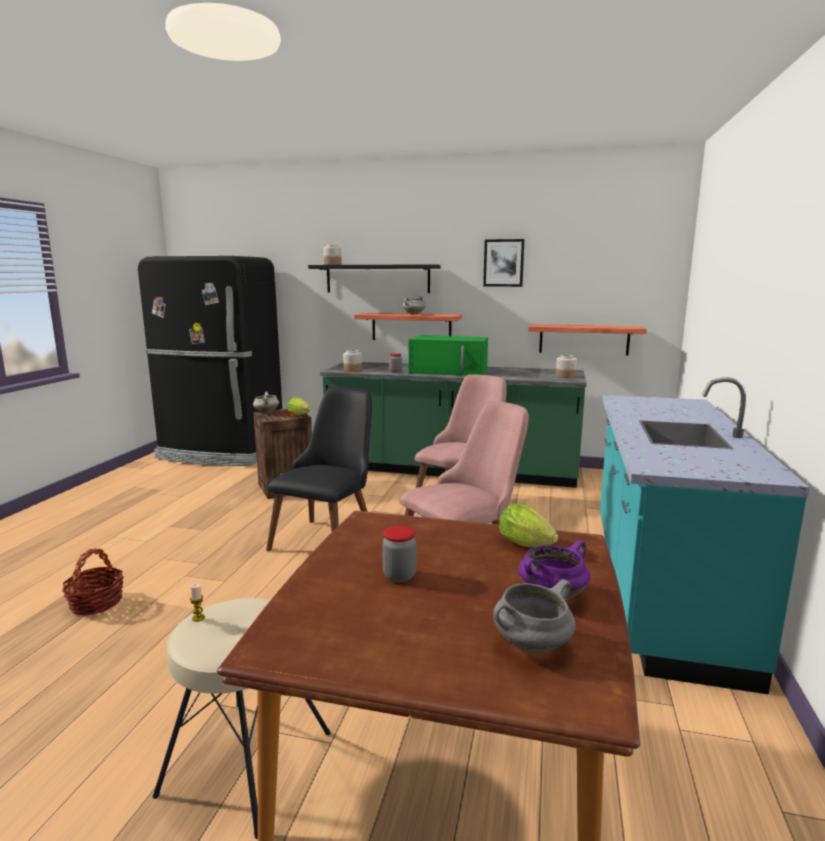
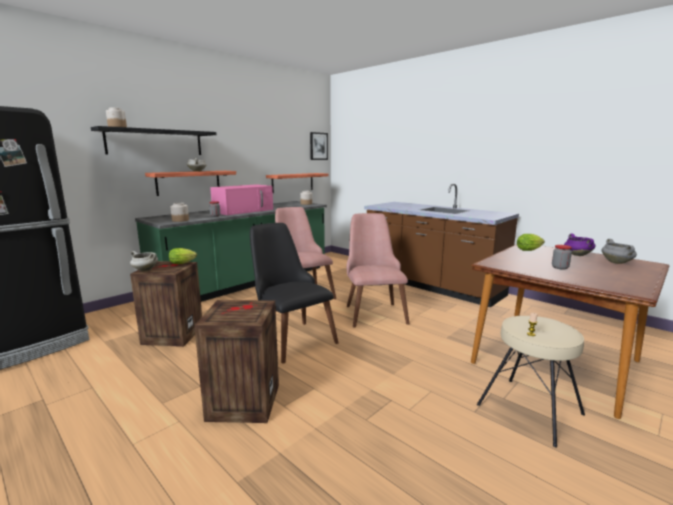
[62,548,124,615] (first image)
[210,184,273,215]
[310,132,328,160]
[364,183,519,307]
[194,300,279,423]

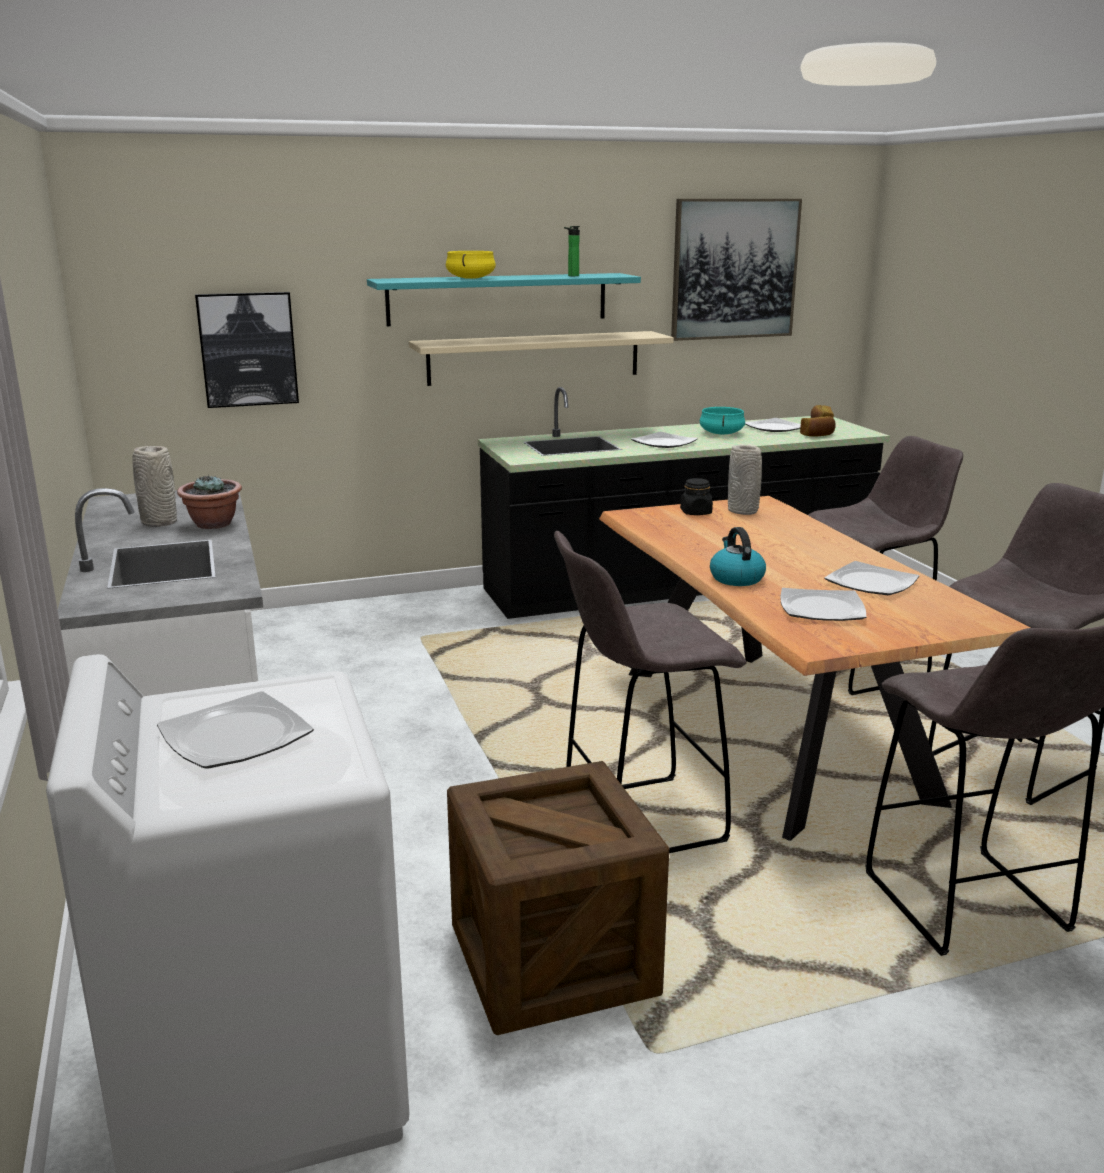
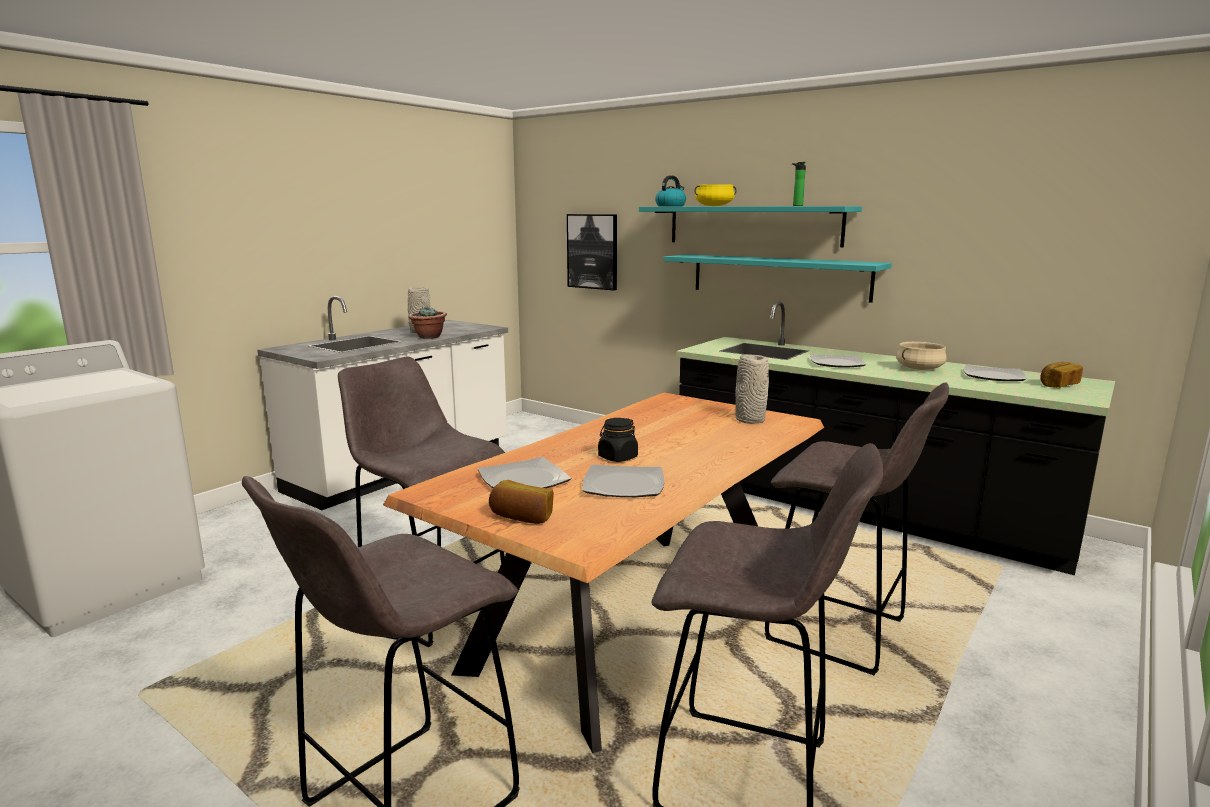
[157,691,314,768] (first image)
[663,254,892,303]
[447,761,669,1035] (first image)
[671,199,802,341] (first image)
[598,418,638,462]
[896,342,947,370]
[655,175,686,206]
[489,480,554,524]

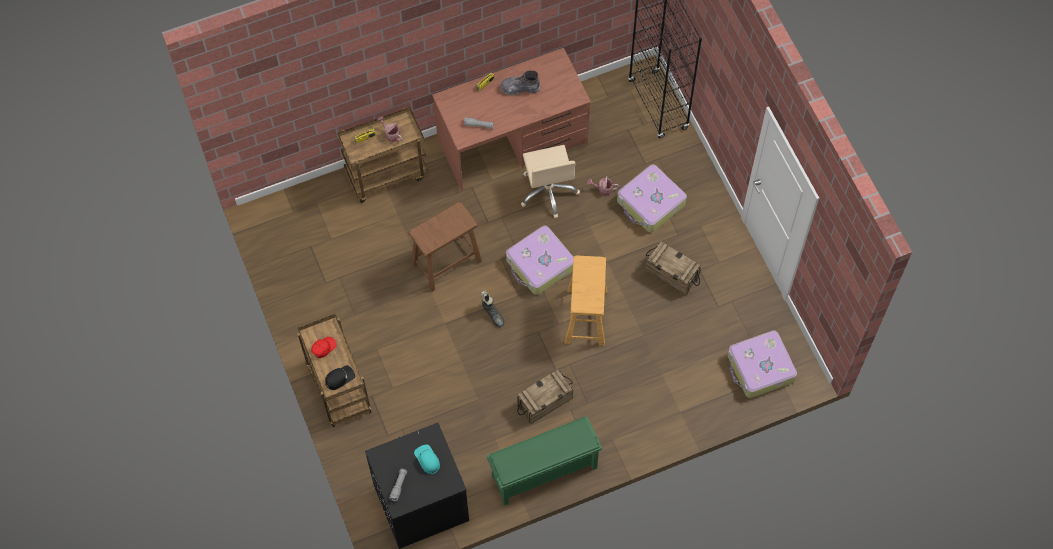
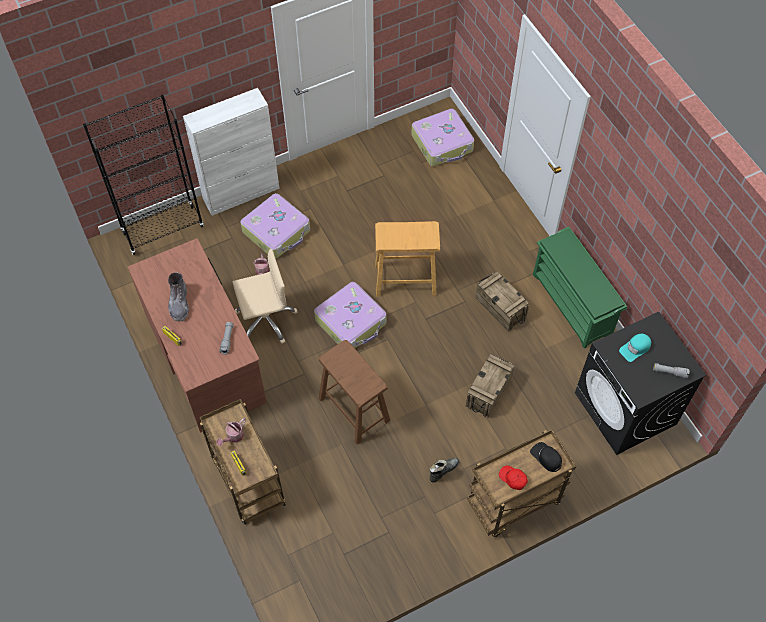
[429,458,459,482]
[466,354,515,418]
[183,88,280,216]

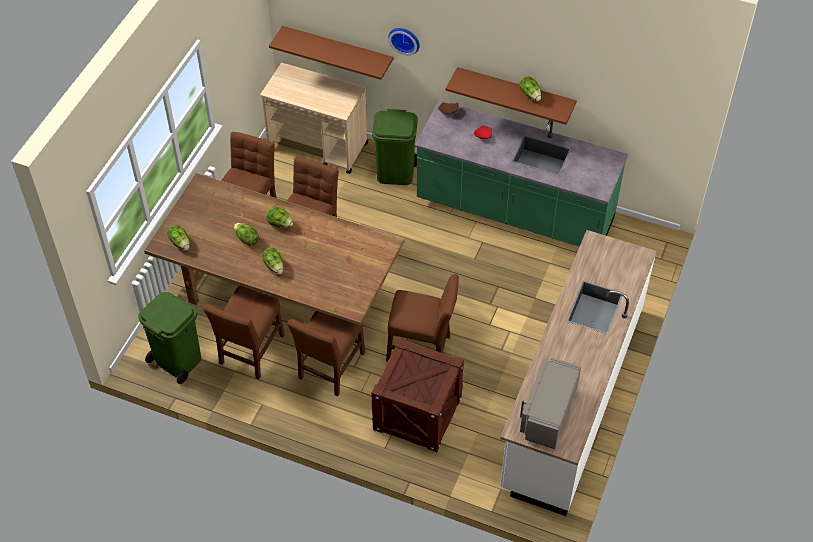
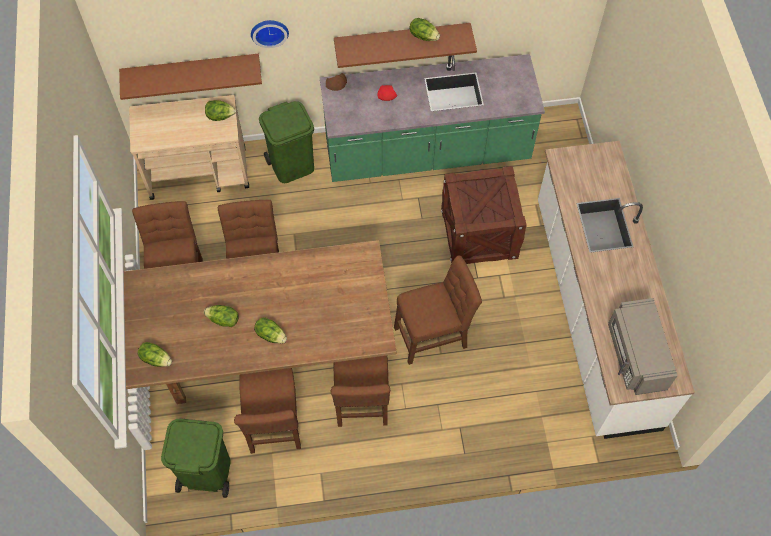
[205,100,236,121]
[441,166,527,264]

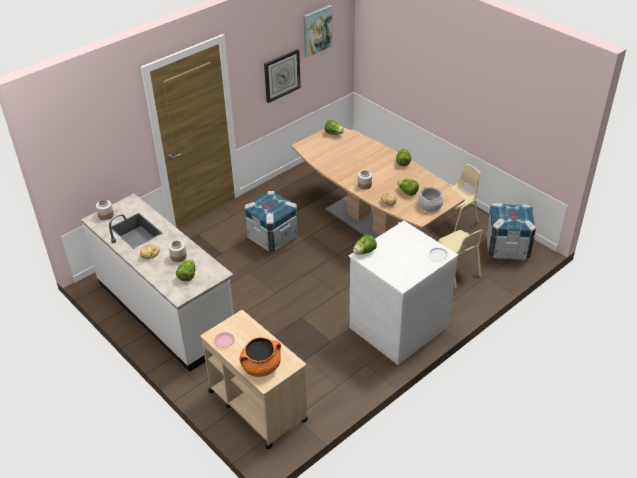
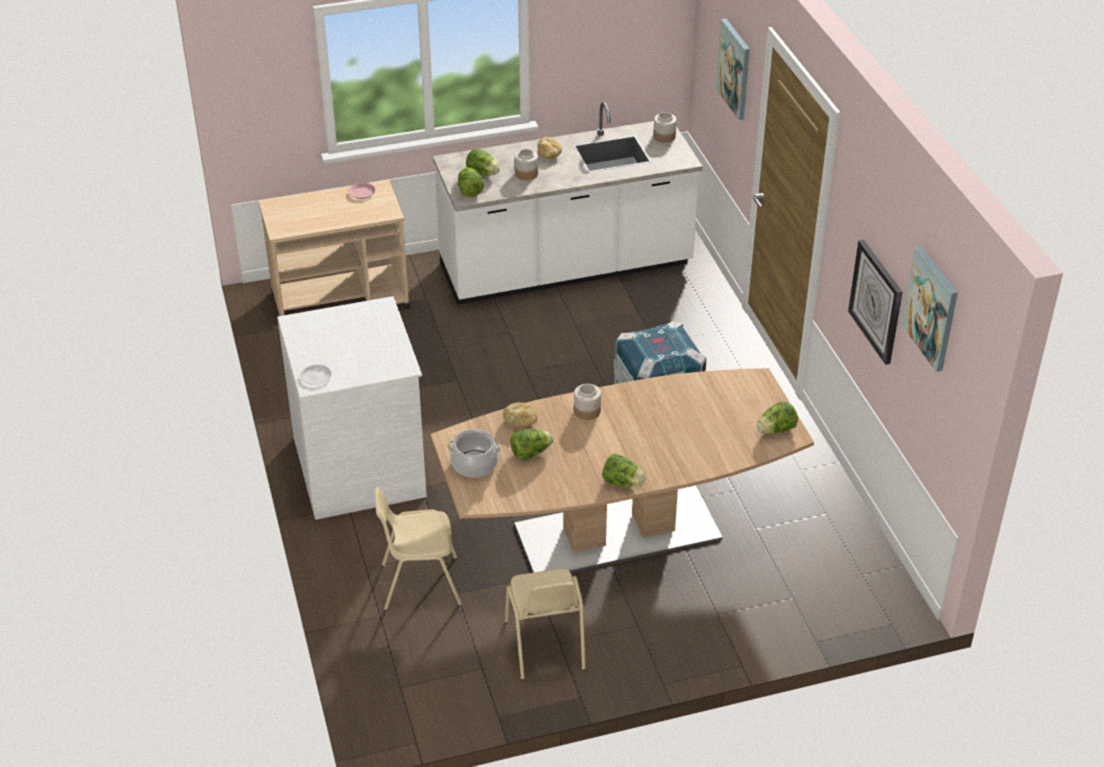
[239,337,281,377] (first image)
[458,167,484,197]
[486,203,536,260] (first image)
[716,18,750,120]

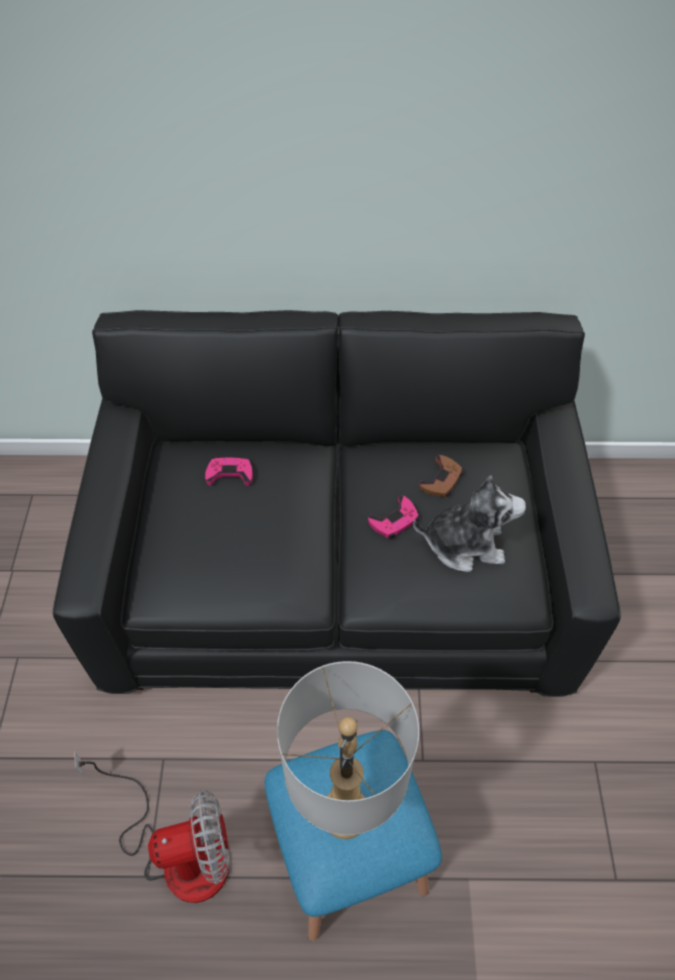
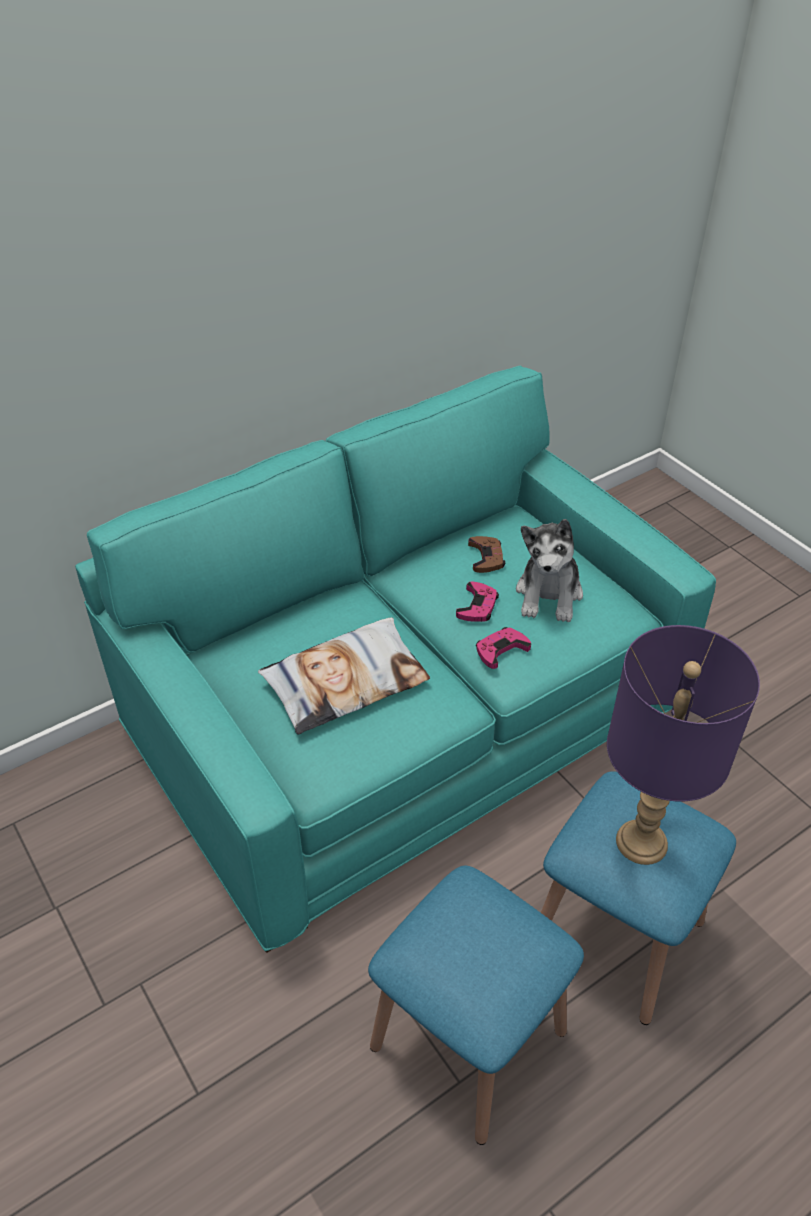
[75,366,716,953]
[368,866,584,1145]
[476,627,531,669]
[607,625,760,865]
[516,519,583,622]
[258,617,430,735]

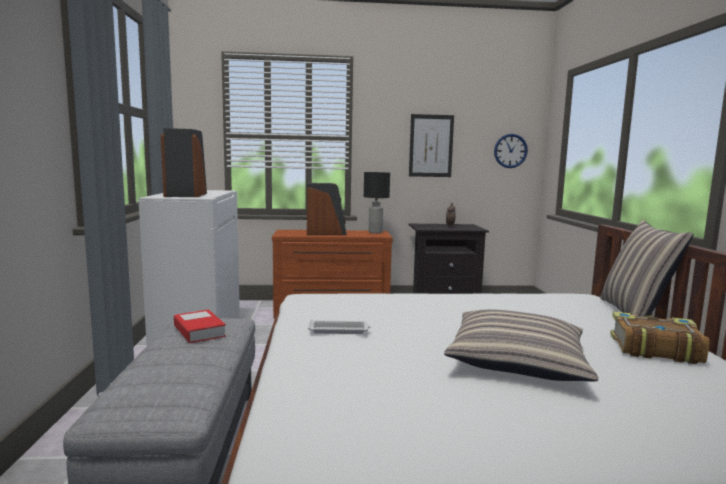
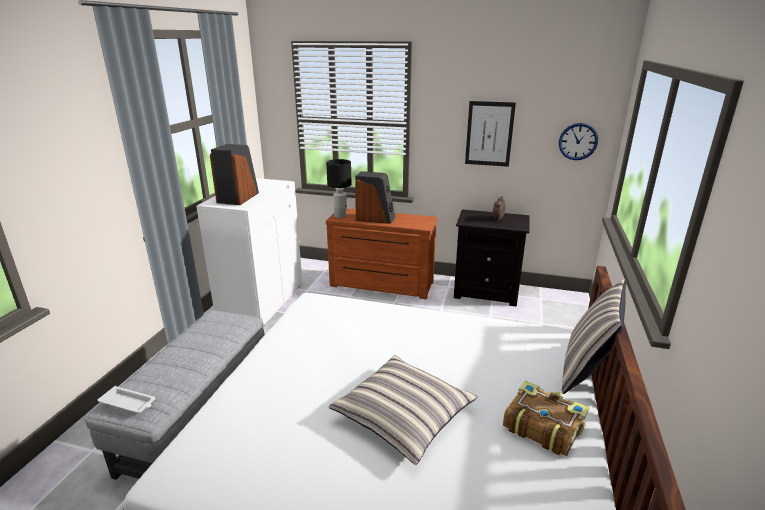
[174,309,226,343] (first image)
[98,386,156,413]
[326,159,352,218]

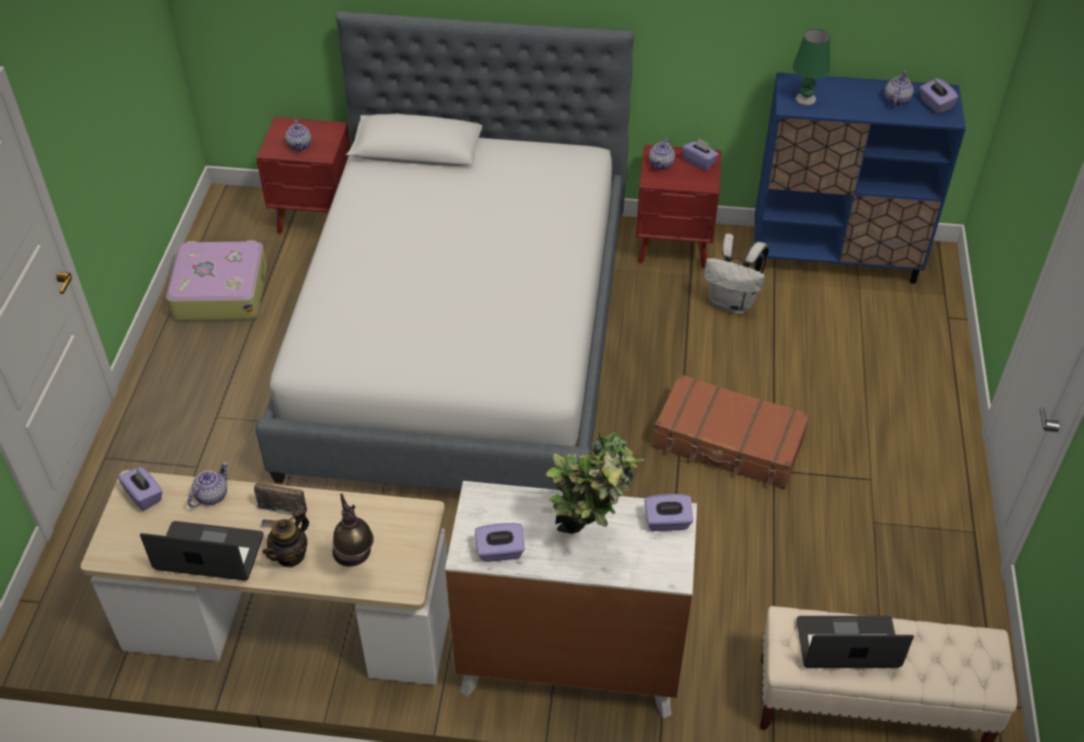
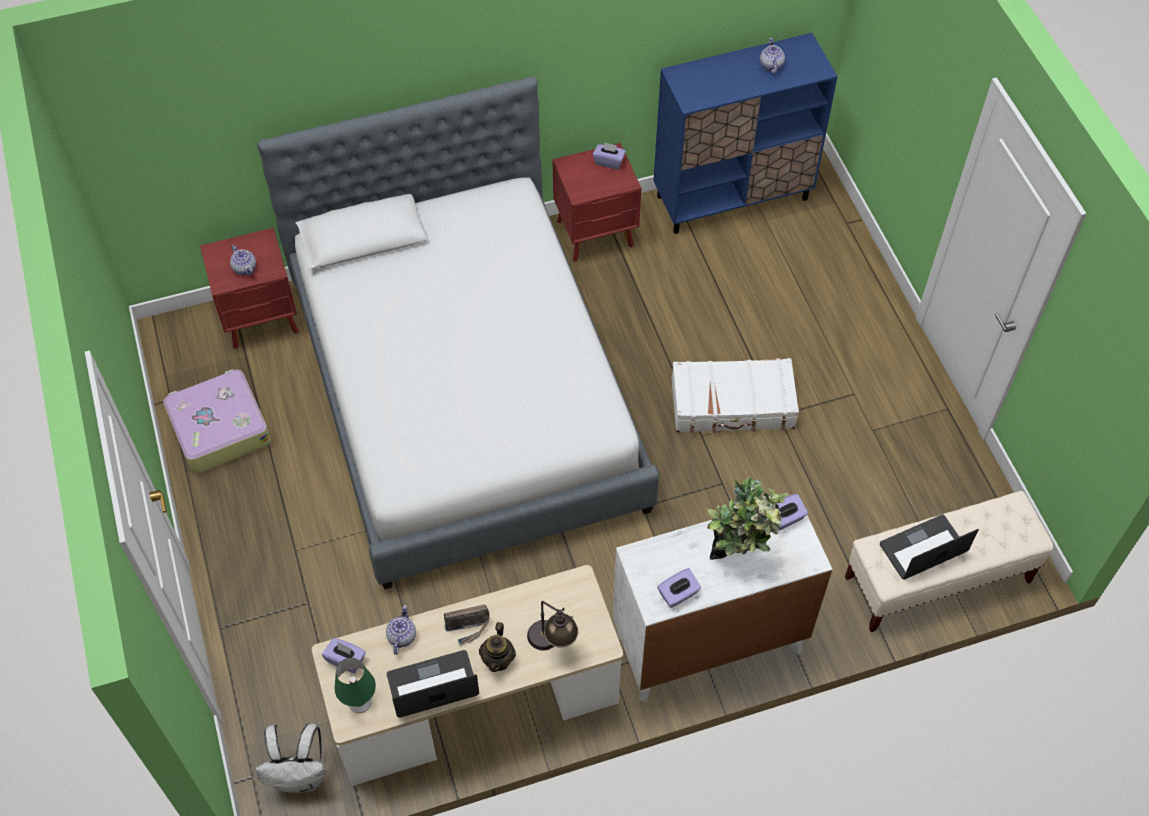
[649,138,675,170] (first image)
[671,358,799,434]
[256,724,326,793]
[335,658,376,713]
[920,78,959,114] (first image)

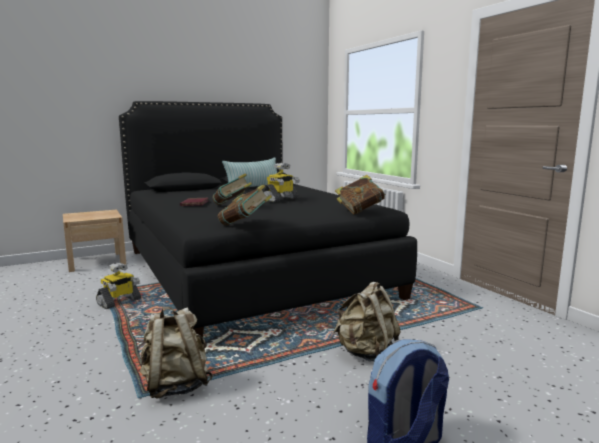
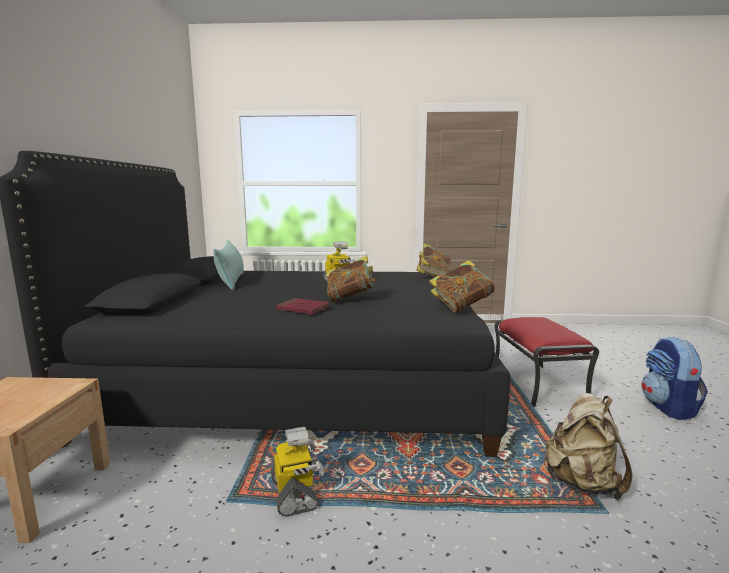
[495,317,599,407]

